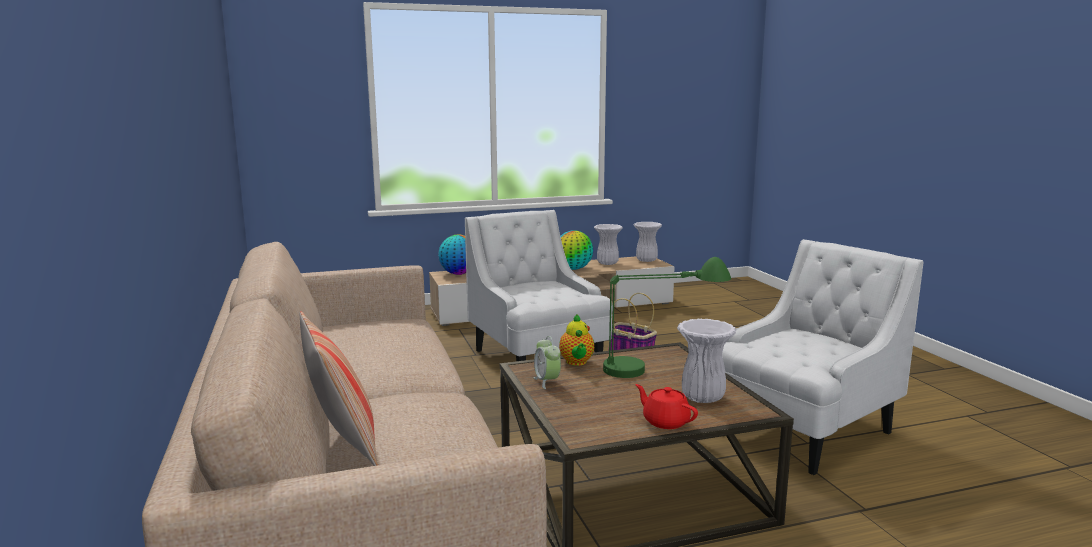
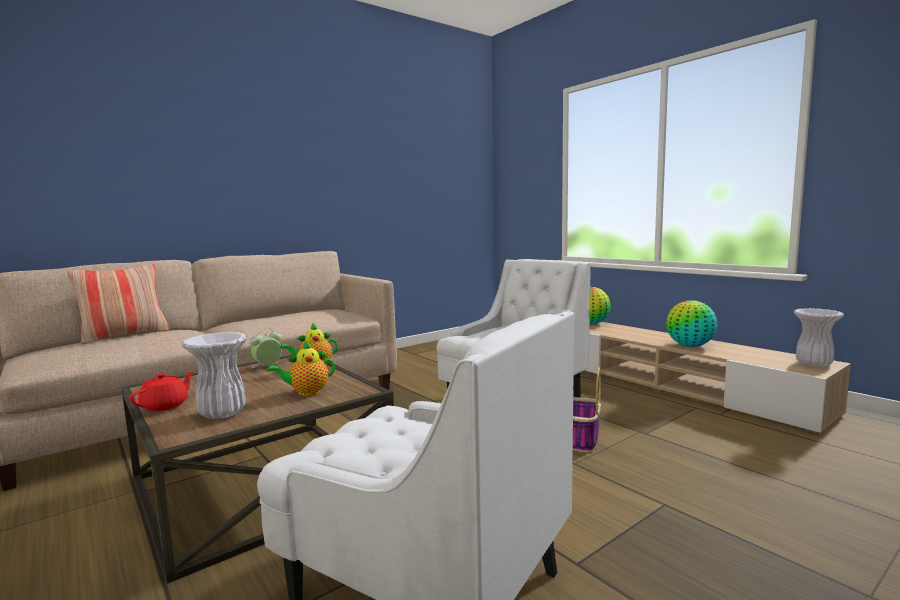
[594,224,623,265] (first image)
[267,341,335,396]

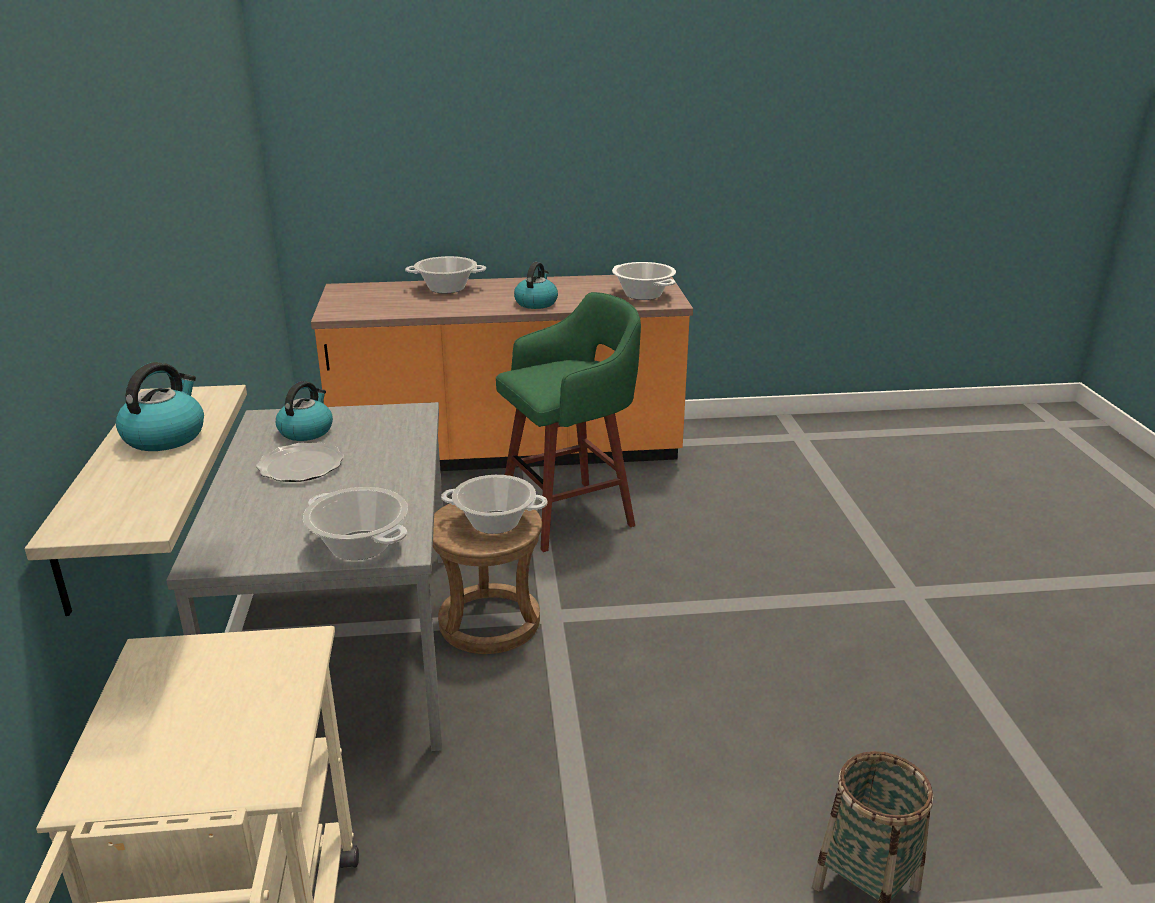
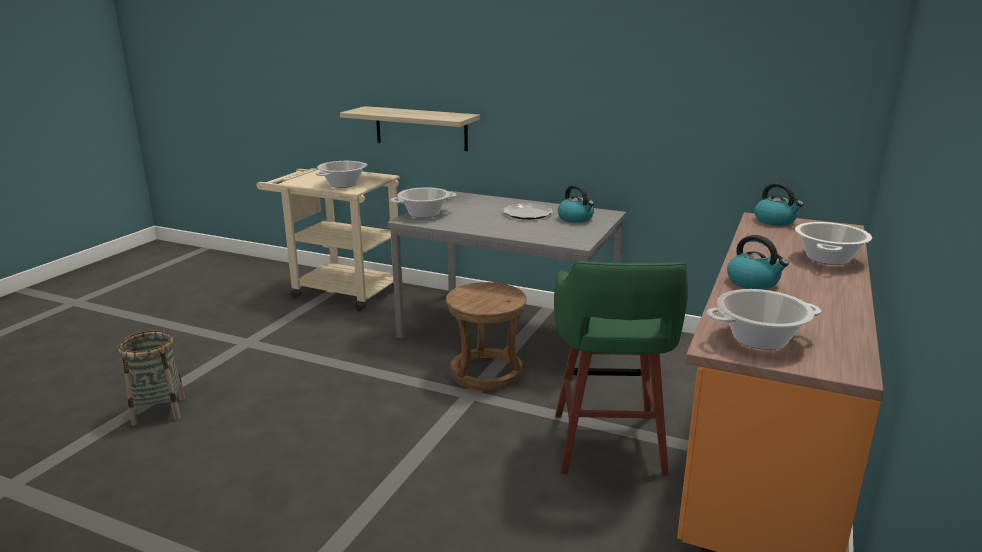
[754,183,803,226]
[315,161,368,188]

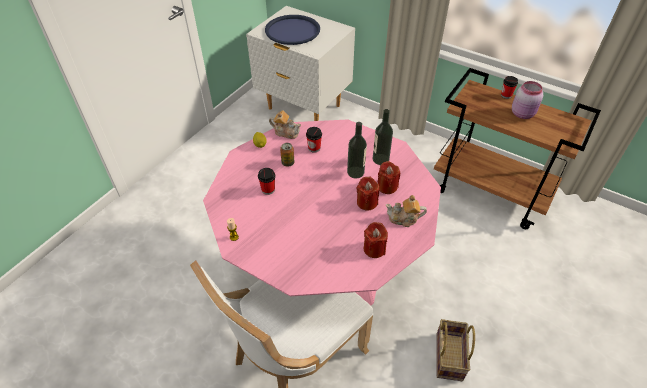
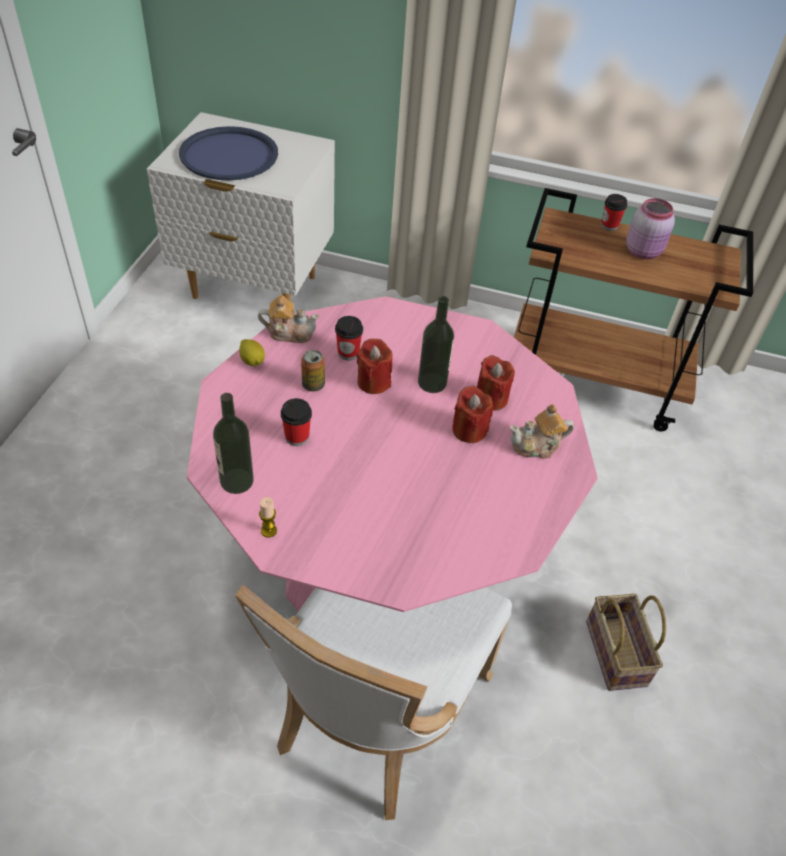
[356,339,393,394]
[213,393,254,494]

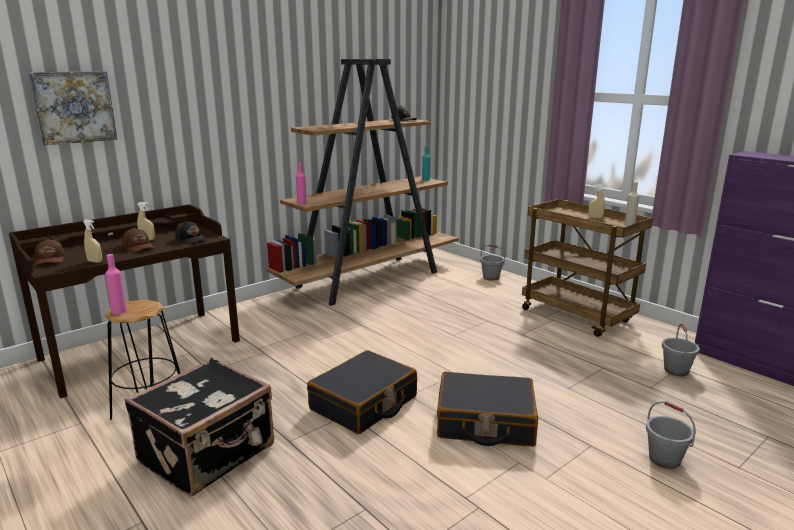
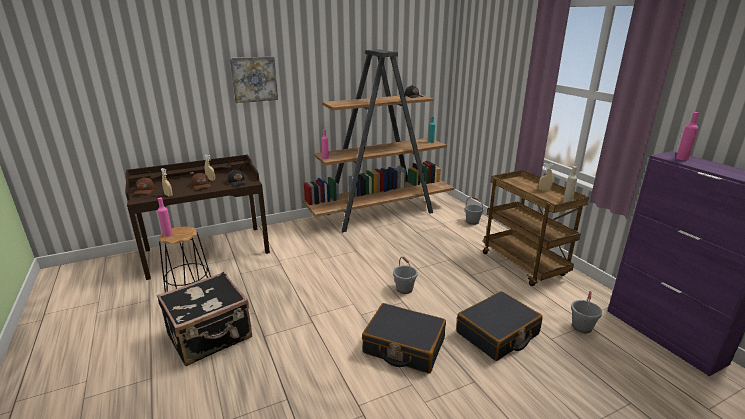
[230,56,278,103]
[456,291,543,361]
[393,257,418,294]
[676,112,699,160]

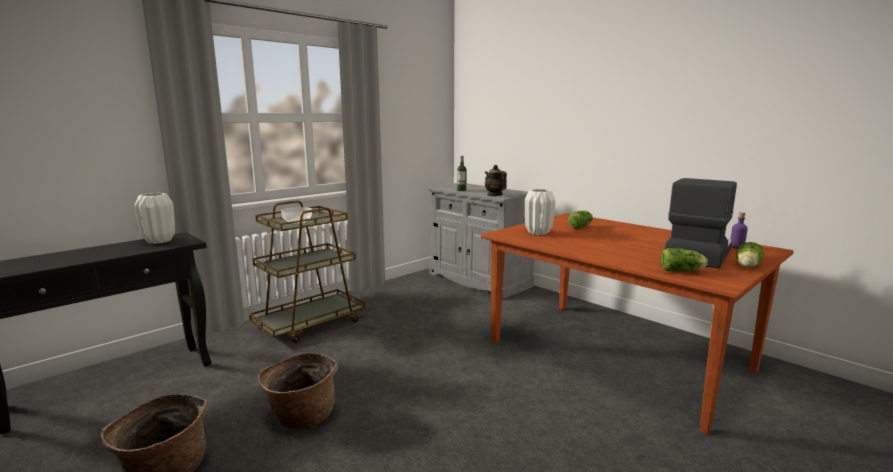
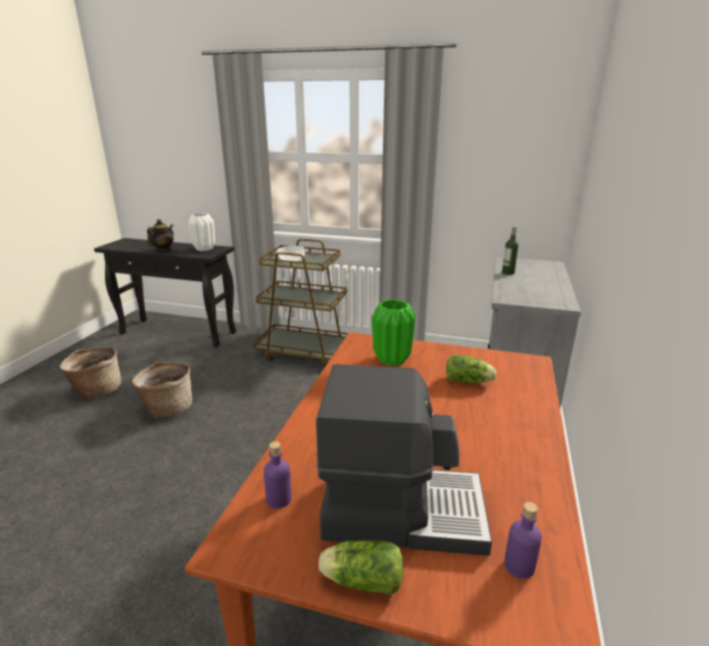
[147,219,174,252]
[372,299,416,366]
[264,441,291,509]

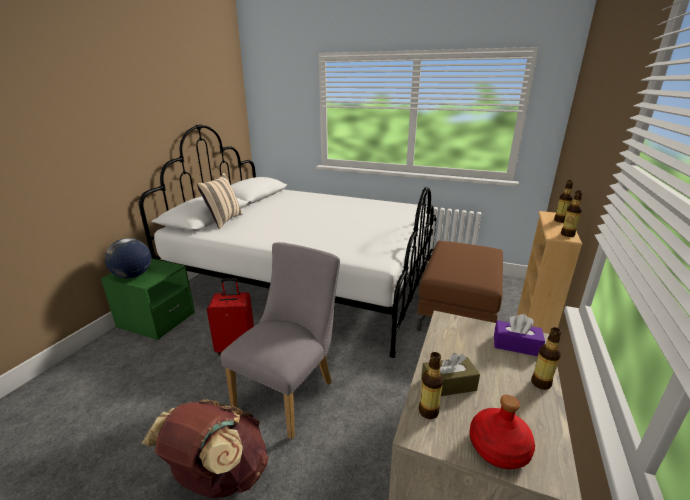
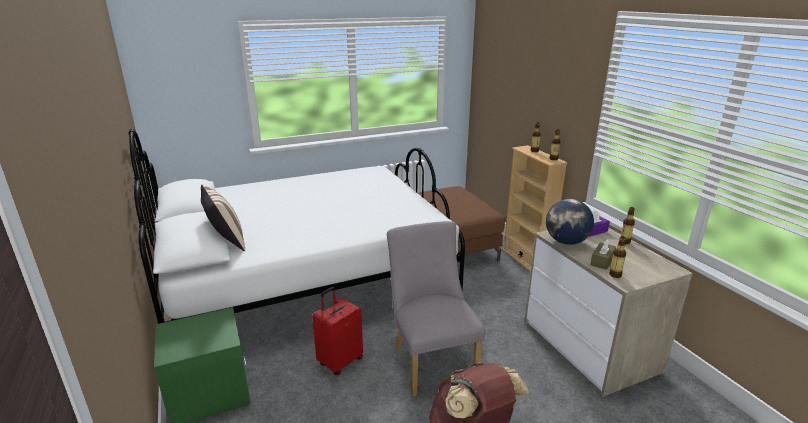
[546,199,594,245]
[470,395,535,469] (first image)

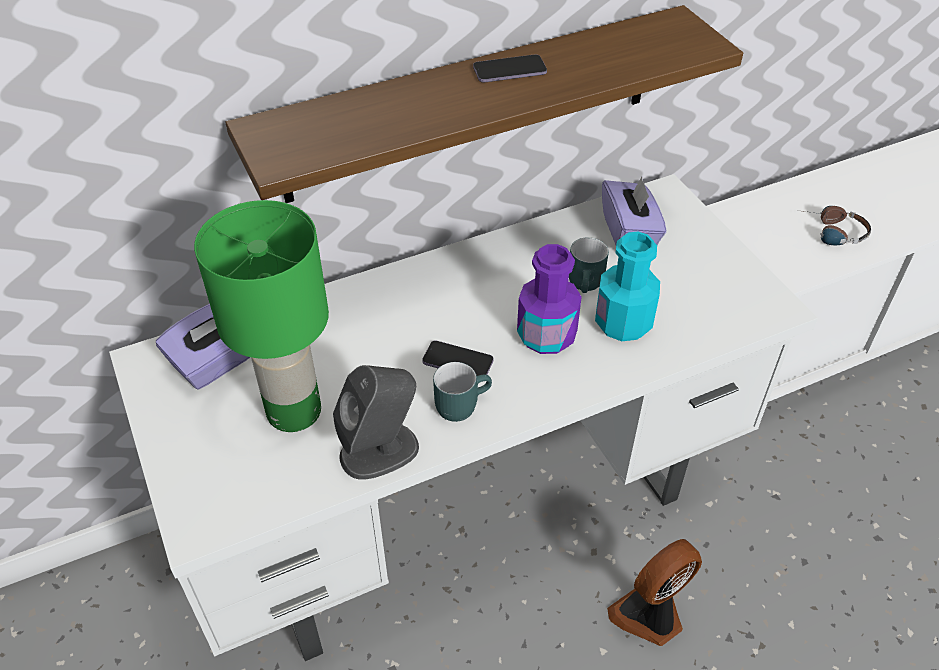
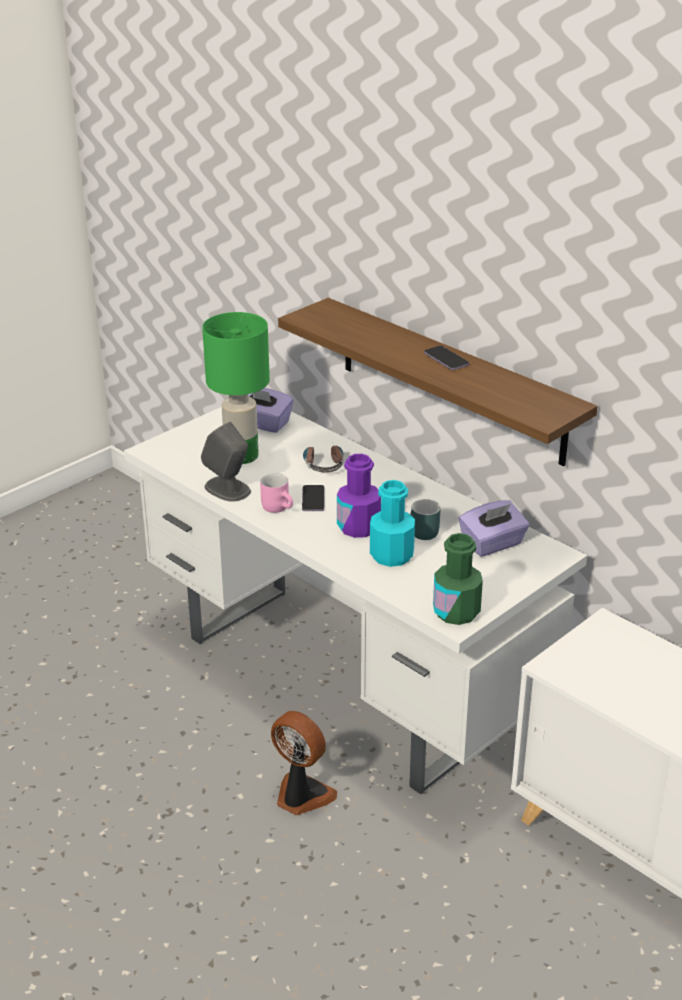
[260,473,293,513]
[303,446,344,473]
[433,533,483,625]

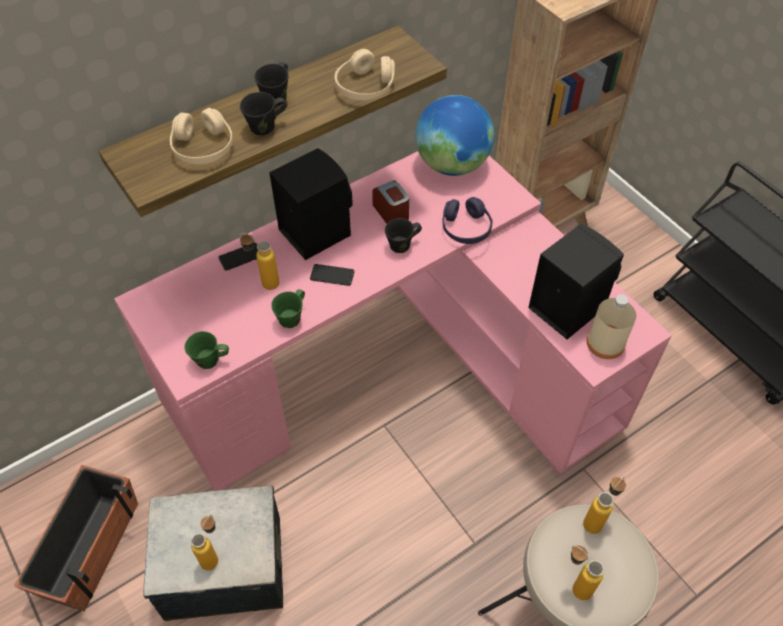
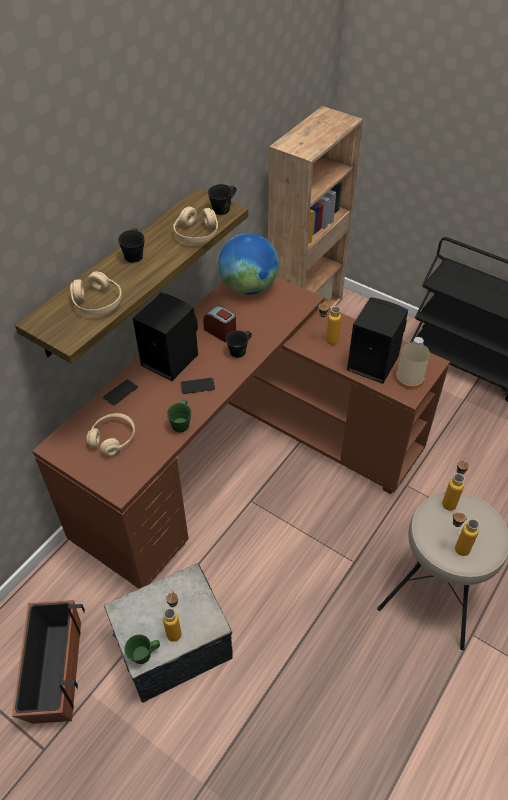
[32,277,450,589]
[124,635,160,664]
[318,302,341,345]
[208,184,237,215]
[443,197,493,244] (first image)
[87,413,135,456]

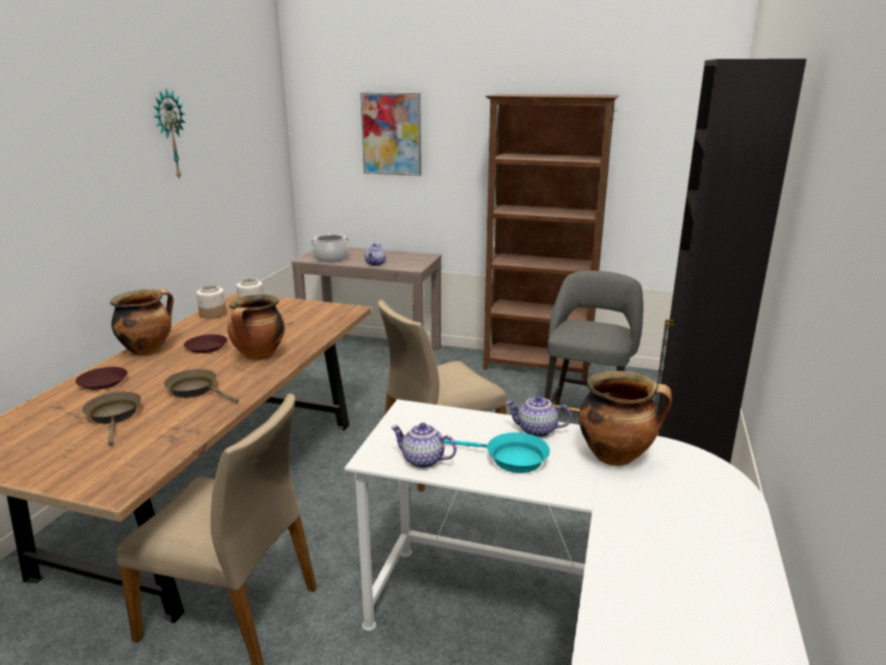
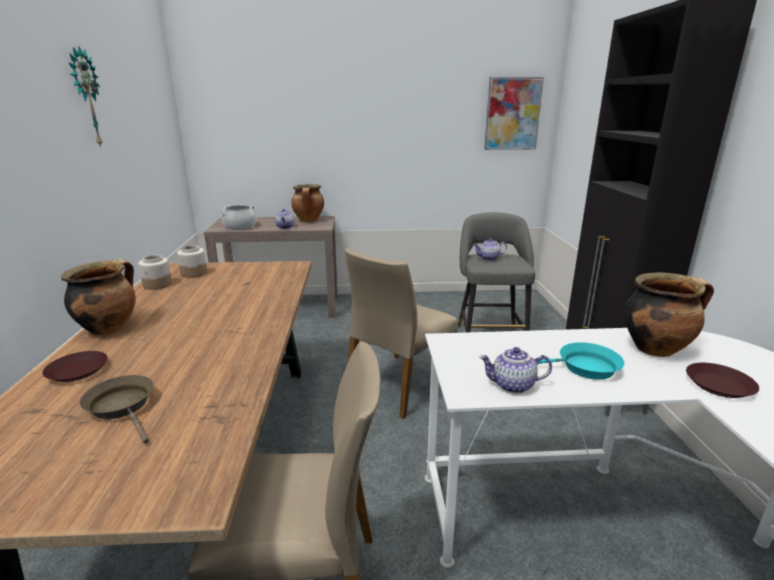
[164,369,239,403] (first image)
[686,363,759,398]
[291,184,324,222]
[484,77,544,150]
[484,94,619,382] (first image)
[473,238,507,261]

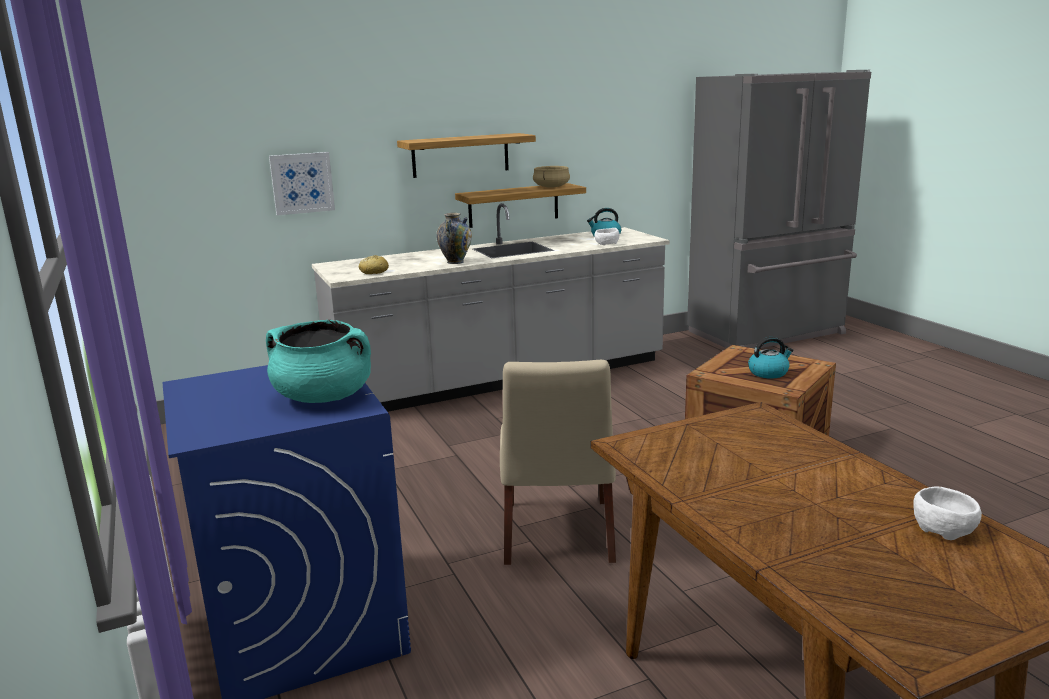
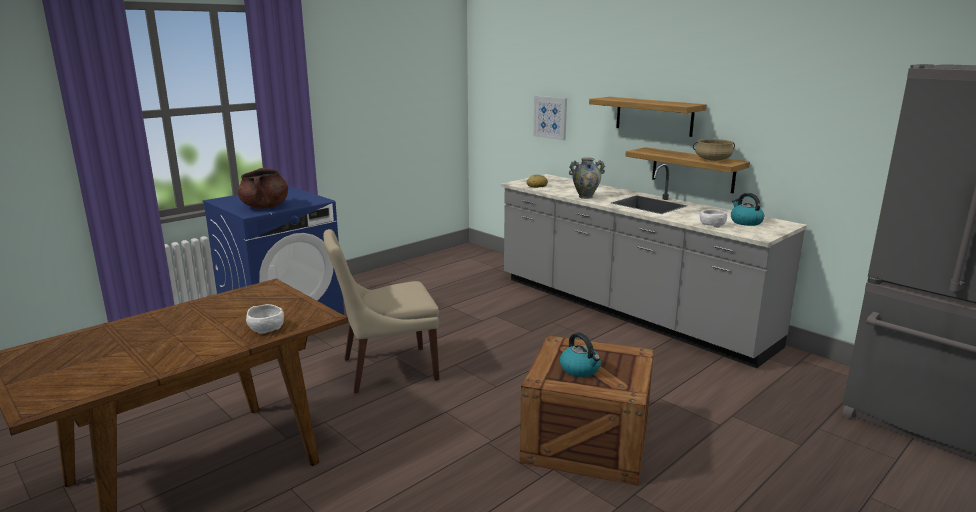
[238,168,288,209]
[246,304,284,334]

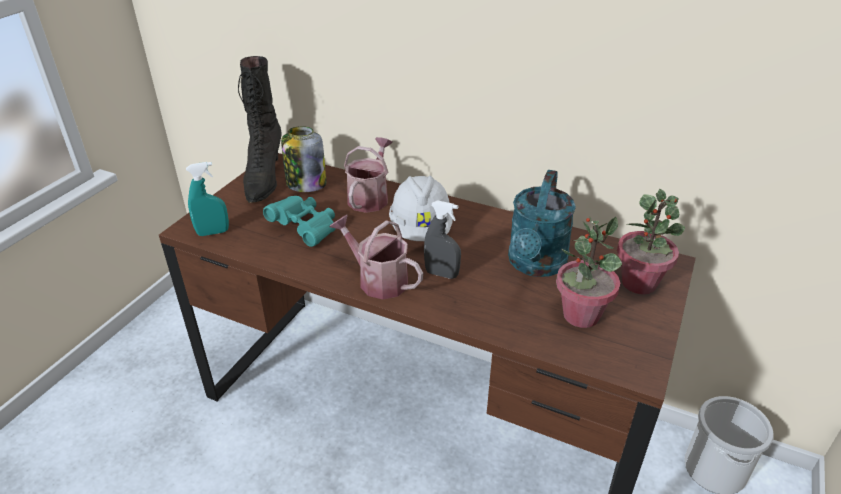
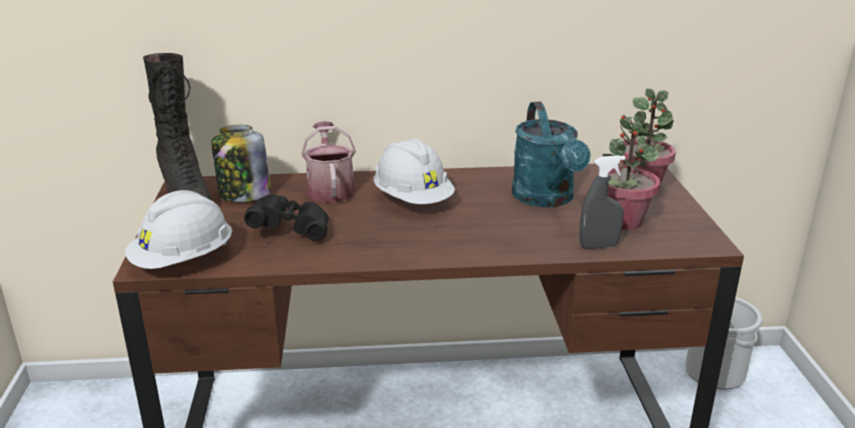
[125,190,232,269]
[244,194,329,241]
[329,215,423,299] (first image)
[579,155,625,249]

